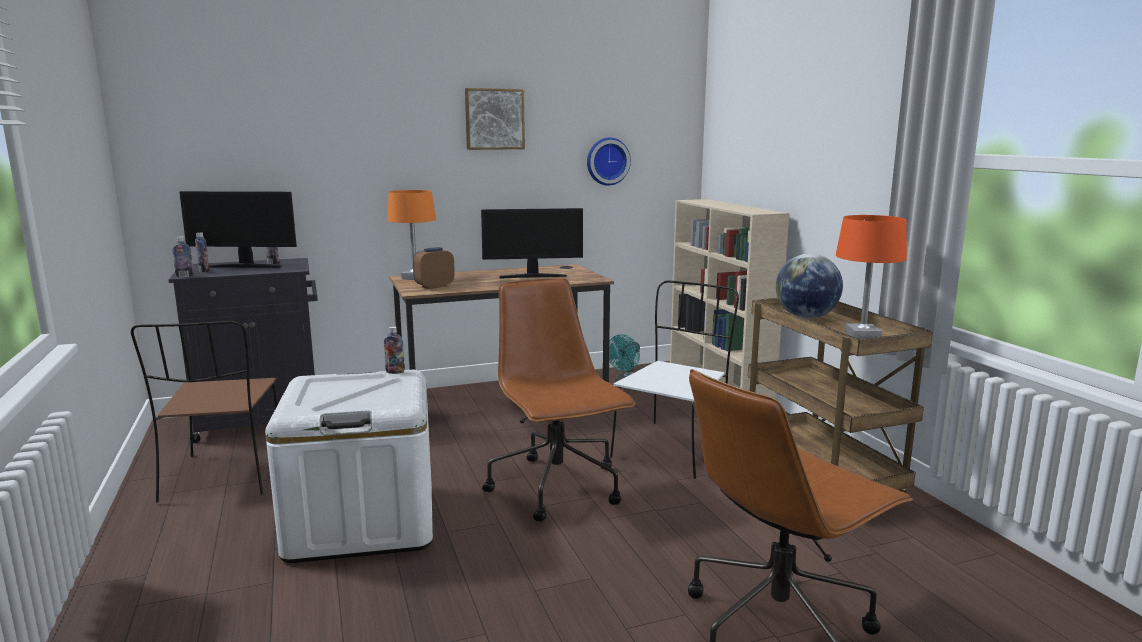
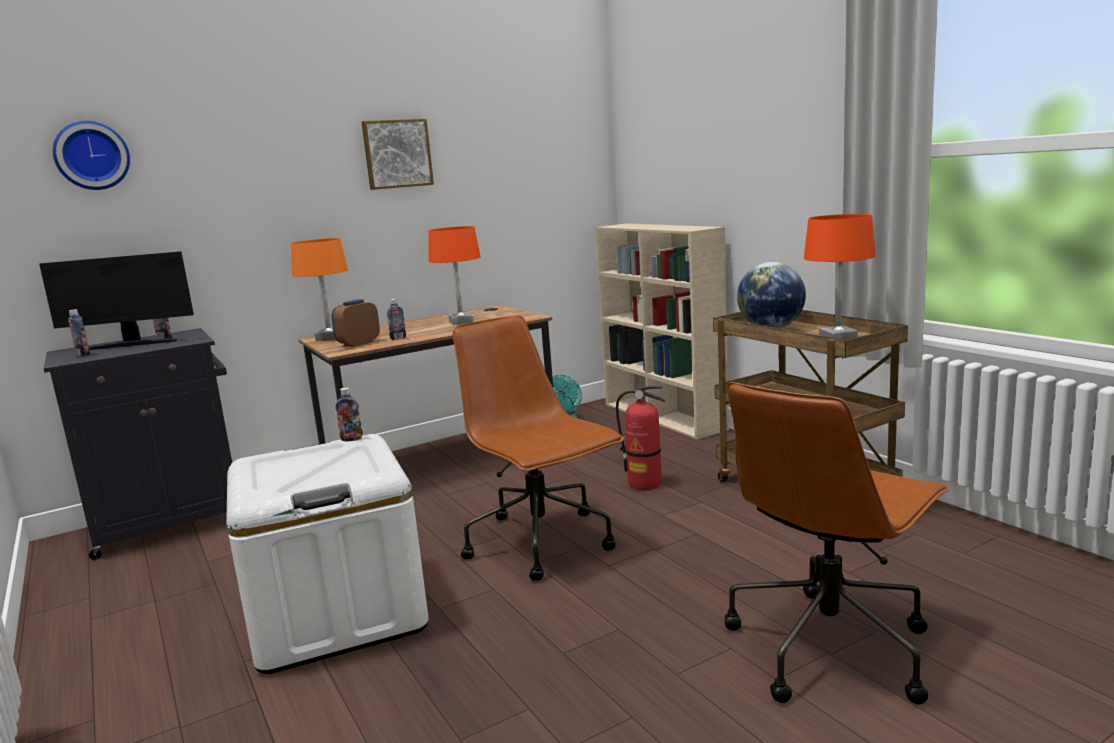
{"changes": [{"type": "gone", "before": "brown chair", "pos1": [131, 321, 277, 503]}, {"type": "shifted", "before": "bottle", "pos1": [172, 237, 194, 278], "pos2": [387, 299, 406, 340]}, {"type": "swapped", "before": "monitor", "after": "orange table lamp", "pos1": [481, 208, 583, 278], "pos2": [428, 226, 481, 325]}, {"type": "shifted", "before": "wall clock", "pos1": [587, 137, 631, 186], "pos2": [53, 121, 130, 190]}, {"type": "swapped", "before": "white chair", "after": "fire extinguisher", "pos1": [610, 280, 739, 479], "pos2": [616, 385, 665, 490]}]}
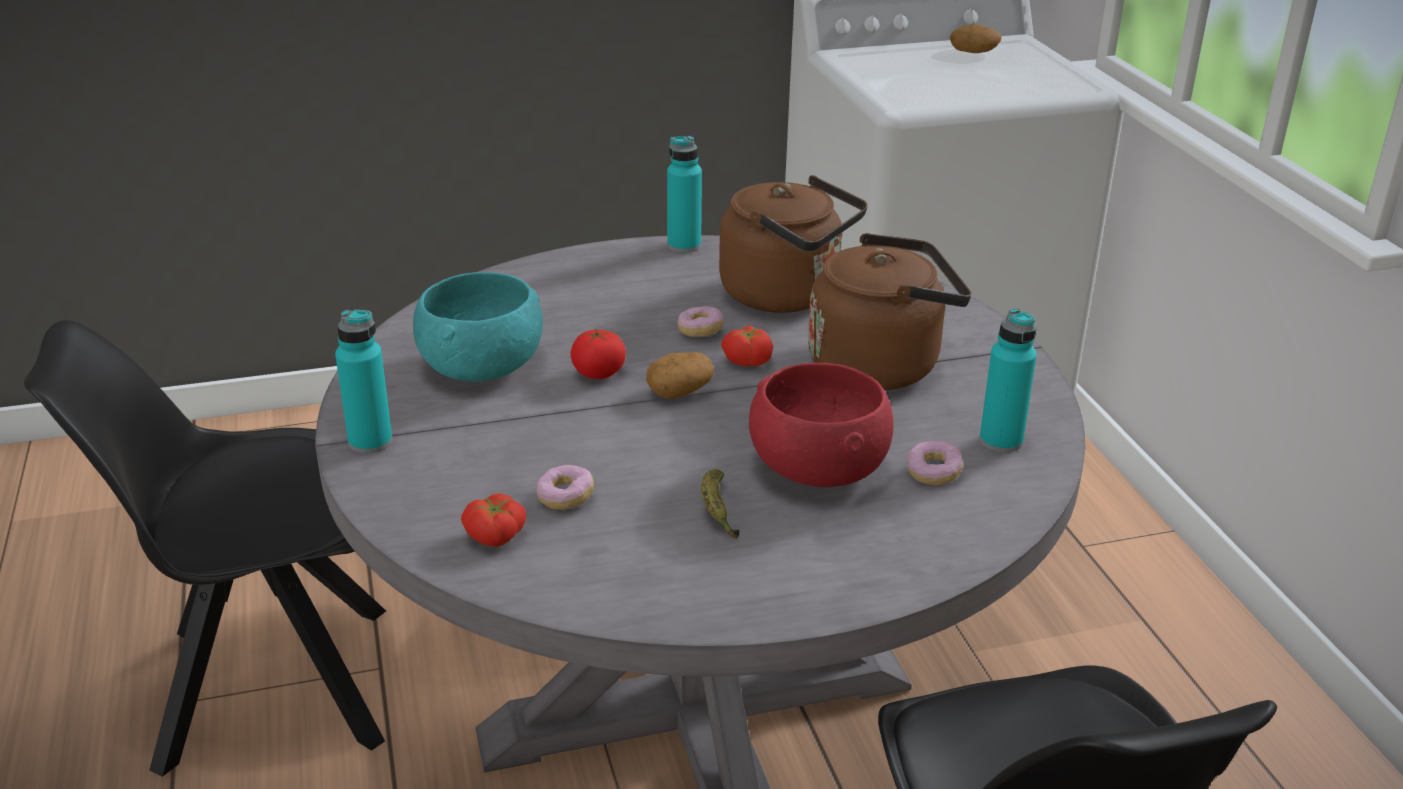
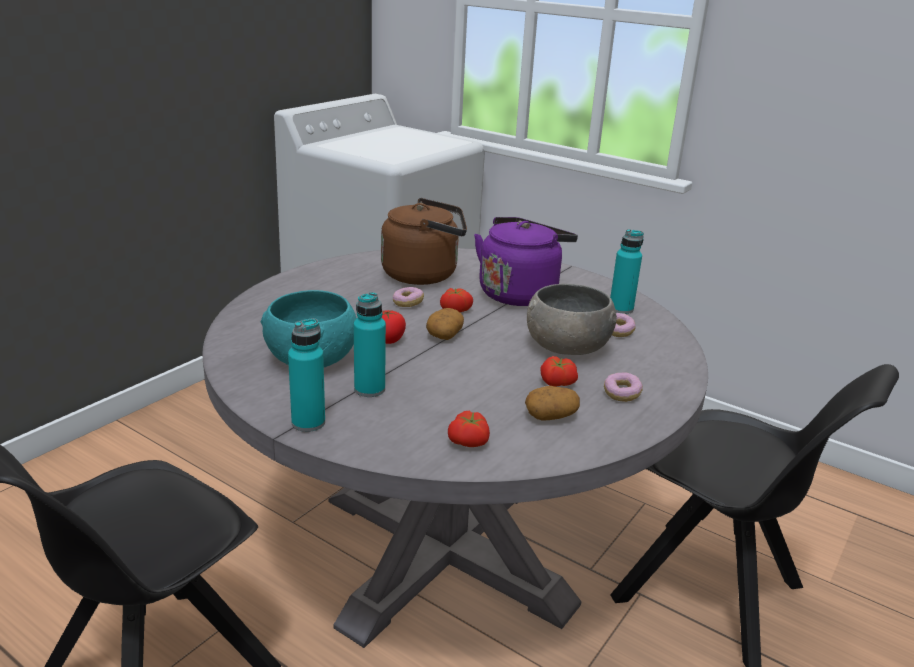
{"changes": [{"type": "shifted", "before": "donut", "pos1": [536, 465, 594, 510], "pos2": [604, 372, 643, 402]}, {"type": "shifted", "before": "turquoise bottle", "pos1": [667, 136, 702, 253], "pos2": [354, 292, 386, 397]}, {"type": "swapped", "before": "banana", "after": "tomato", "pos1": [701, 469, 739, 539], "pos2": [540, 356, 578, 387]}, {"type": "repainted", "before": "red bowl", "after": "grey bowl", "pos1": [749, 363, 894, 487], "pos2": [527, 284, 617, 355]}, {"type": "repainted", "before": "brown kettle", "after": "purple kettle", "pos1": [808, 233, 971, 390], "pos2": [474, 217, 578, 306]}, {"type": "shifted", "before": "potato", "pos1": [950, 25, 1002, 53], "pos2": [525, 386, 580, 420]}]}
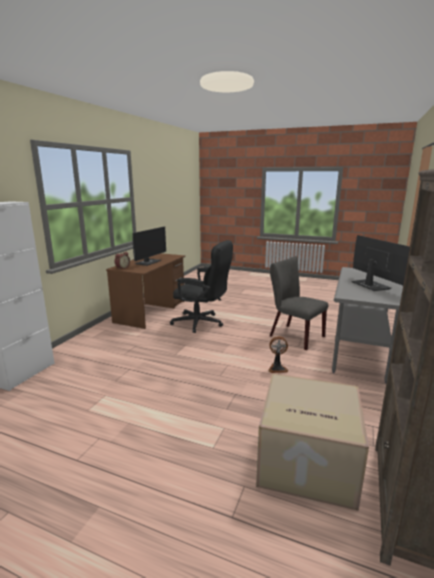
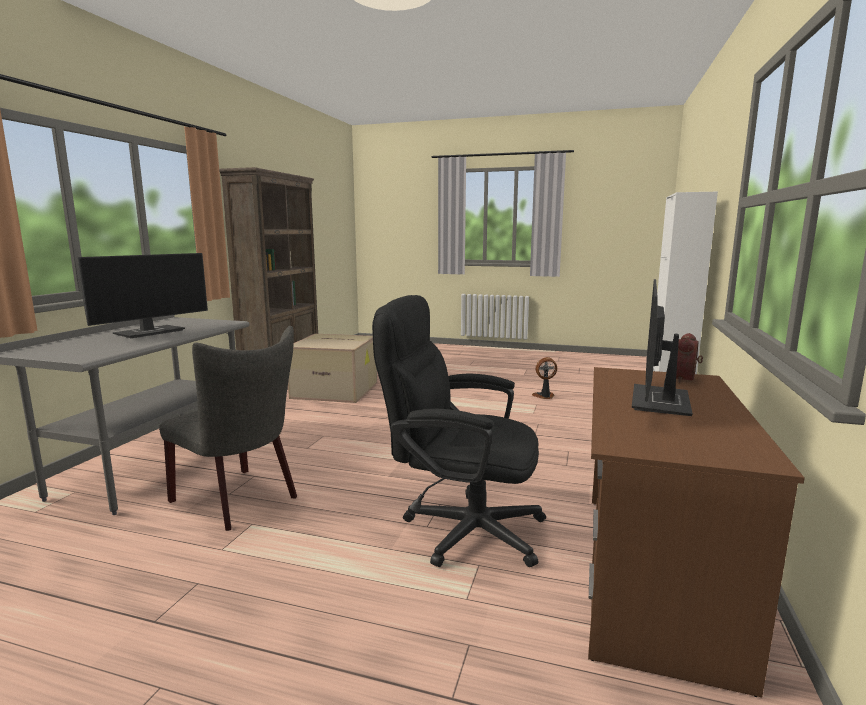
{"changes": [{"type": "shifted", "before": "fan", "pos1": [269, 336, 288, 373], "pos2": [532, 357, 557, 399]}, {"type": "rotated", "before": "monitor", "pos1": [351, 235, 410, 291], "pos2": [78, 253, 208, 338], "turn": -120}]}
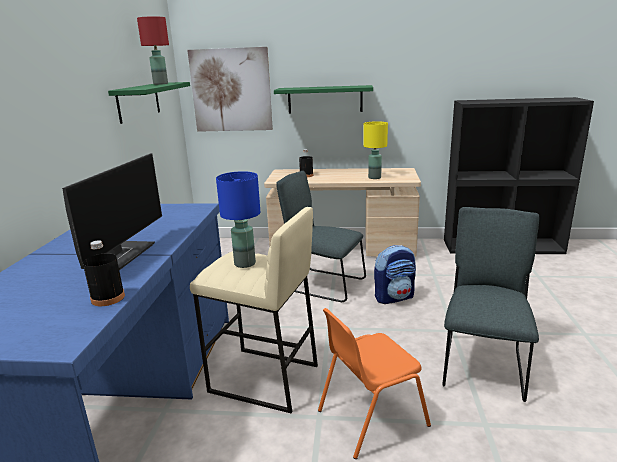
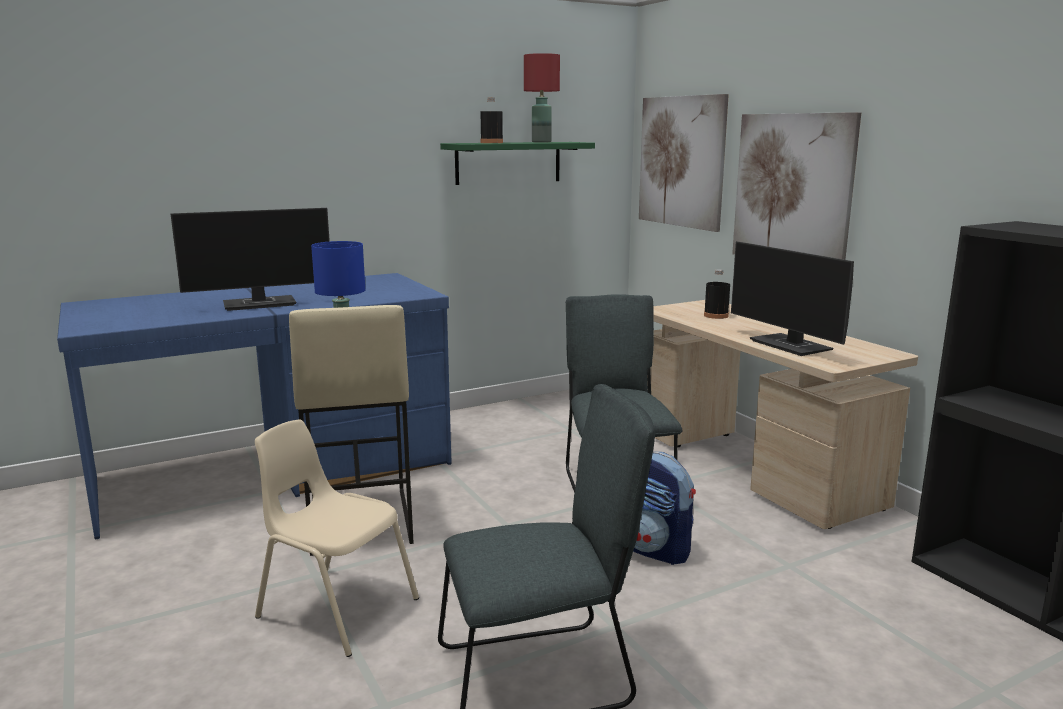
{"changes": [{"type": "shifted", "before": "black bottle", "pos1": [83, 240, 125, 306], "pos2": [480, 97, 503, 143]}, {"type": "swapped", "before": "green shelf", "after": "picture", "pos1": [274, 85, 373, 114], "pos2": [732, 112, 861, 260]}, {"type": "repainted", "before": "orange chair", "after": "beige chair", "pos1": [318, 308, 431, 459], "pos2": [255, 419, 419, 657]}, {"type": "swapped", "before": "yellow table lamp", "after": "monitor", "pos1": [363, 121, 388, 179], "pos2": [731, 241, 854, 356]}]}
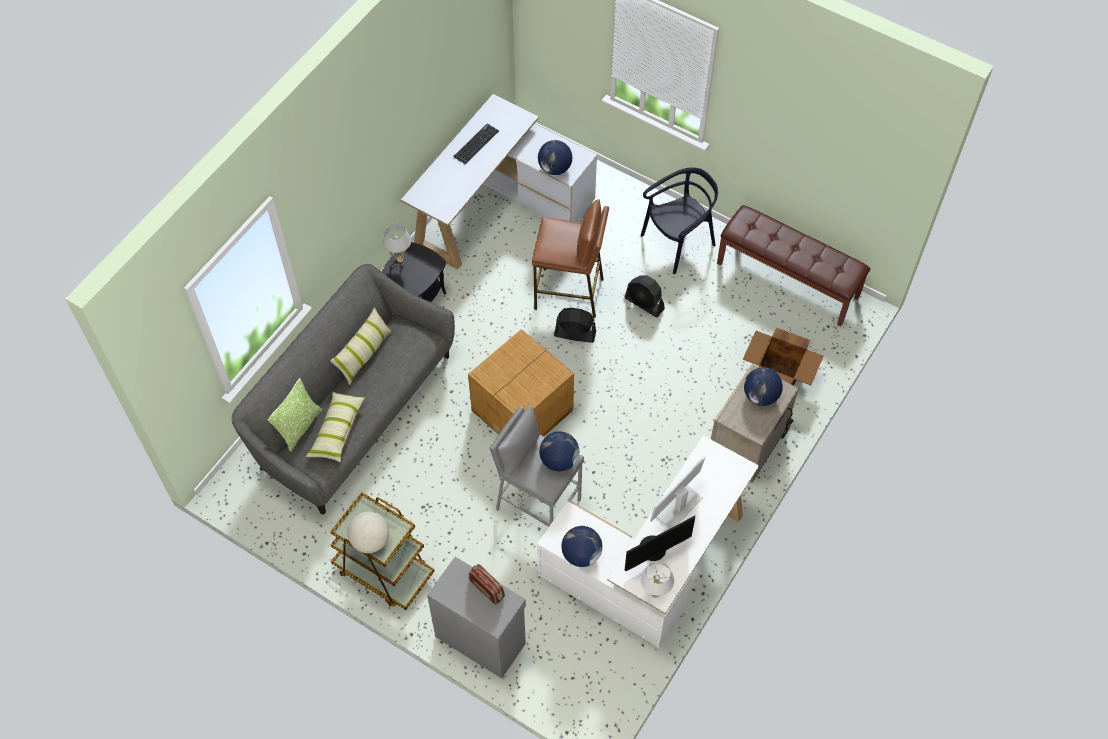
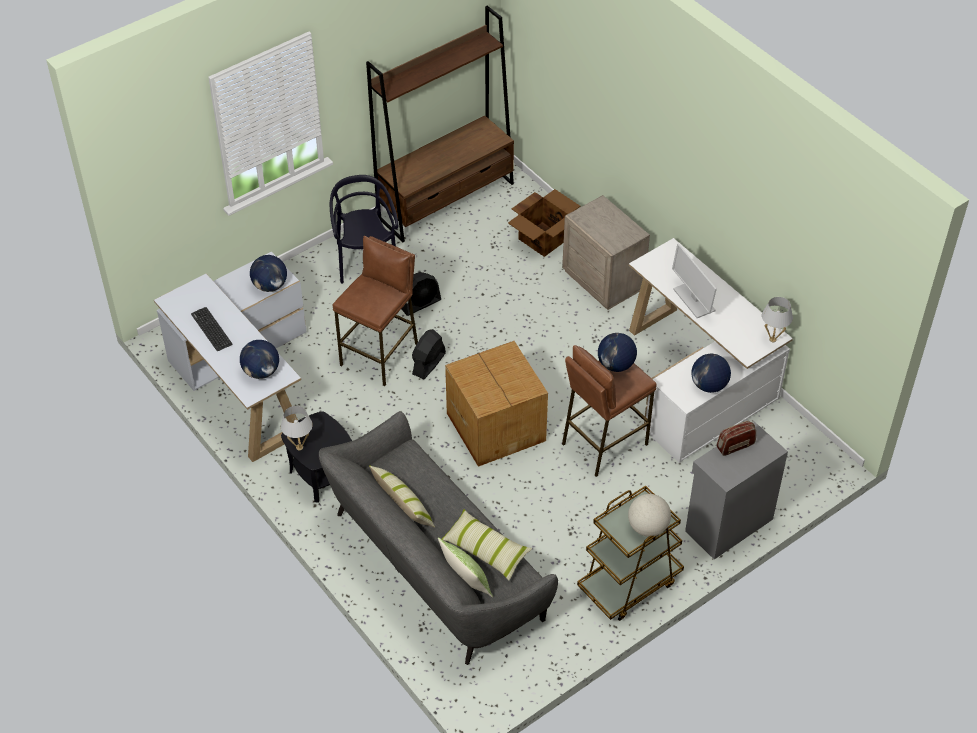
{"changes": [{"type": "repainted", "before": "grey stool", "after": "brown stool", "pos1": [490, 405, 584, 527], "pos2": [562, 345, 656, 477]}, {"type": "gone", "before": "monitor", "pos1": [625, 516, 695, 571]}, {"type": "swapped", "before": "brown bench", "after": "brown bookcase", "pos1": [717, 205, 870, 326], "pos2": [366, 6, 514, 242]}, {"type": "shifted", "before": "globe", "pos1": [744, 367, 783, 406], "pos2": [240, 340, 279, 379]}]}
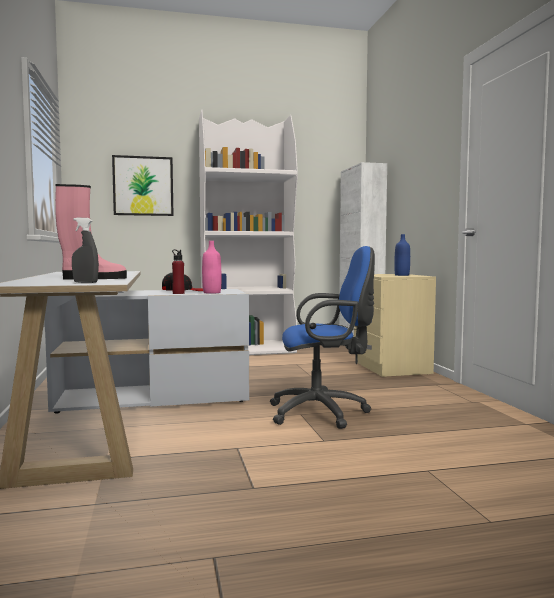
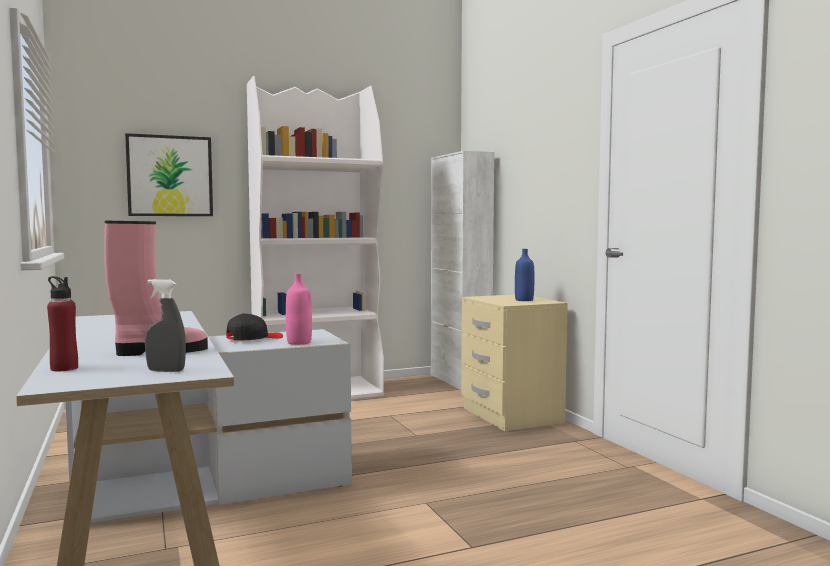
{"changes": [{"type": "shifted", "before": "red bottle", "pos1": [172, 250, 185, 294], "pos2": [47, 276, 78, 371]}, {"type": "gone", "before": "blue office chair", "pos1": [270, 246, 375, 429]}]}
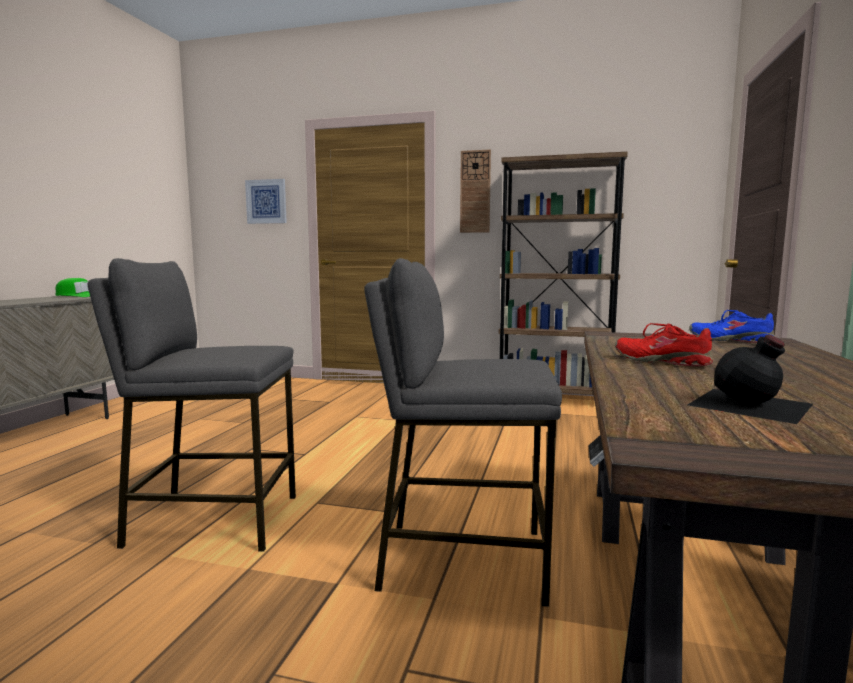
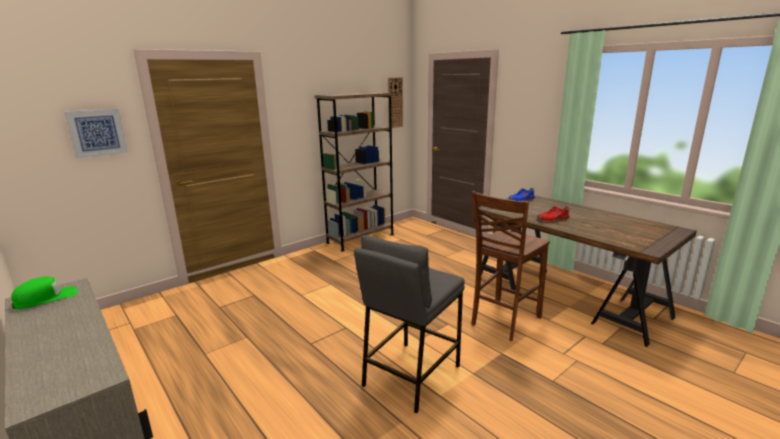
{"changes": [{"type": "swapped", "before": "grey stool", "after": "brown chair", "pos1": [364, 258, 562, 607], "pos2": [471, 191, 550, 341]}, {"type": "shifted", "before": "wall clock", "pos1": [460, 149, 491, 233], "pos2": [388, 77, 403, 128]}, {"type": "gone", "before": "black bottle", "pos1": [688, 334, 813, 424]}]}
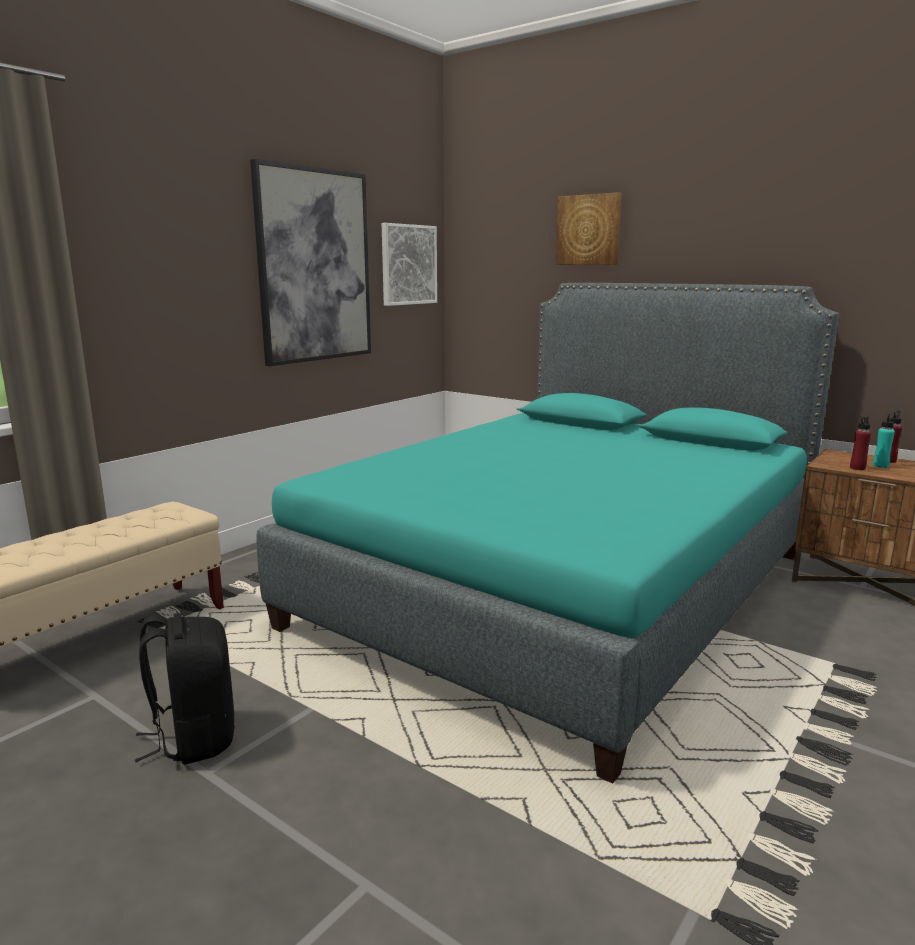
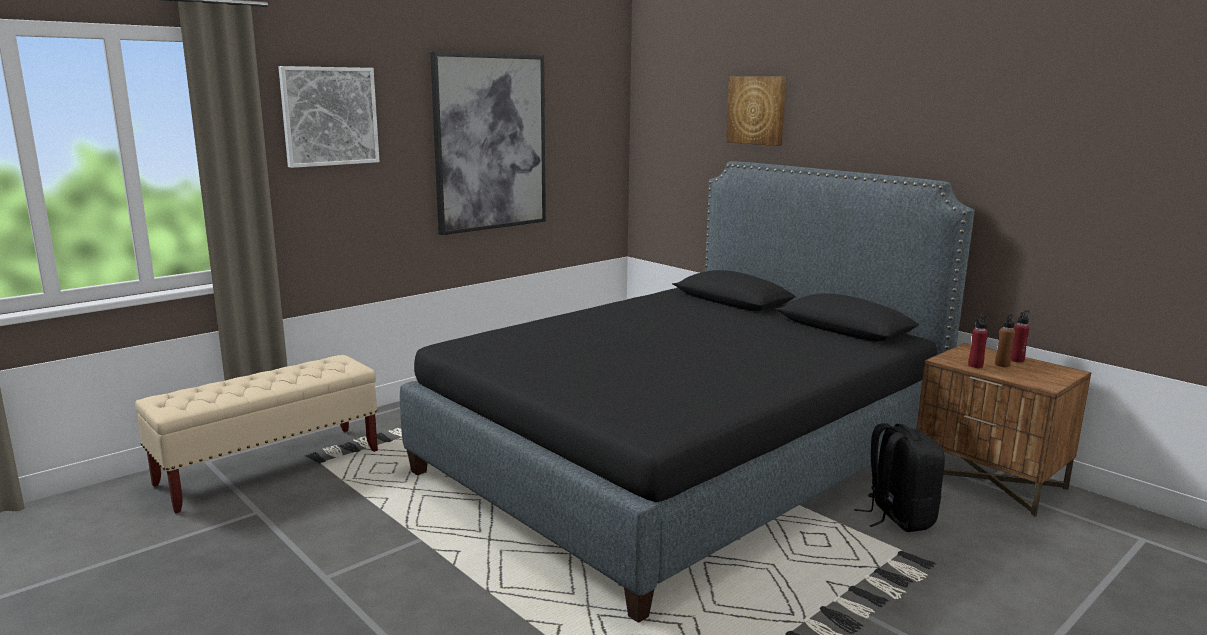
{"changes": [{"type": "shifted", "before": "black backpack", "pos1": [135, 613, 235, 765], "pos2": [854, 423, 945, 532]}, {"type": "repainted", "before": "turquoise bed", "after": "black bed", "pos1": [257, 283, 839, 784], "pos2": [400, 161, 975, 623]}, {"type": "shifted", "before": "picture", "pos1": [382, 223, 437, 306], "pos2": [278, 66, 380, 168]}, {"type": "repainted", "before": "turquoise bottle", "after": "brown bottle", "pos1": [873, 414, 895, 468], "pos2": [995, 314, 1015, 367]}]}
